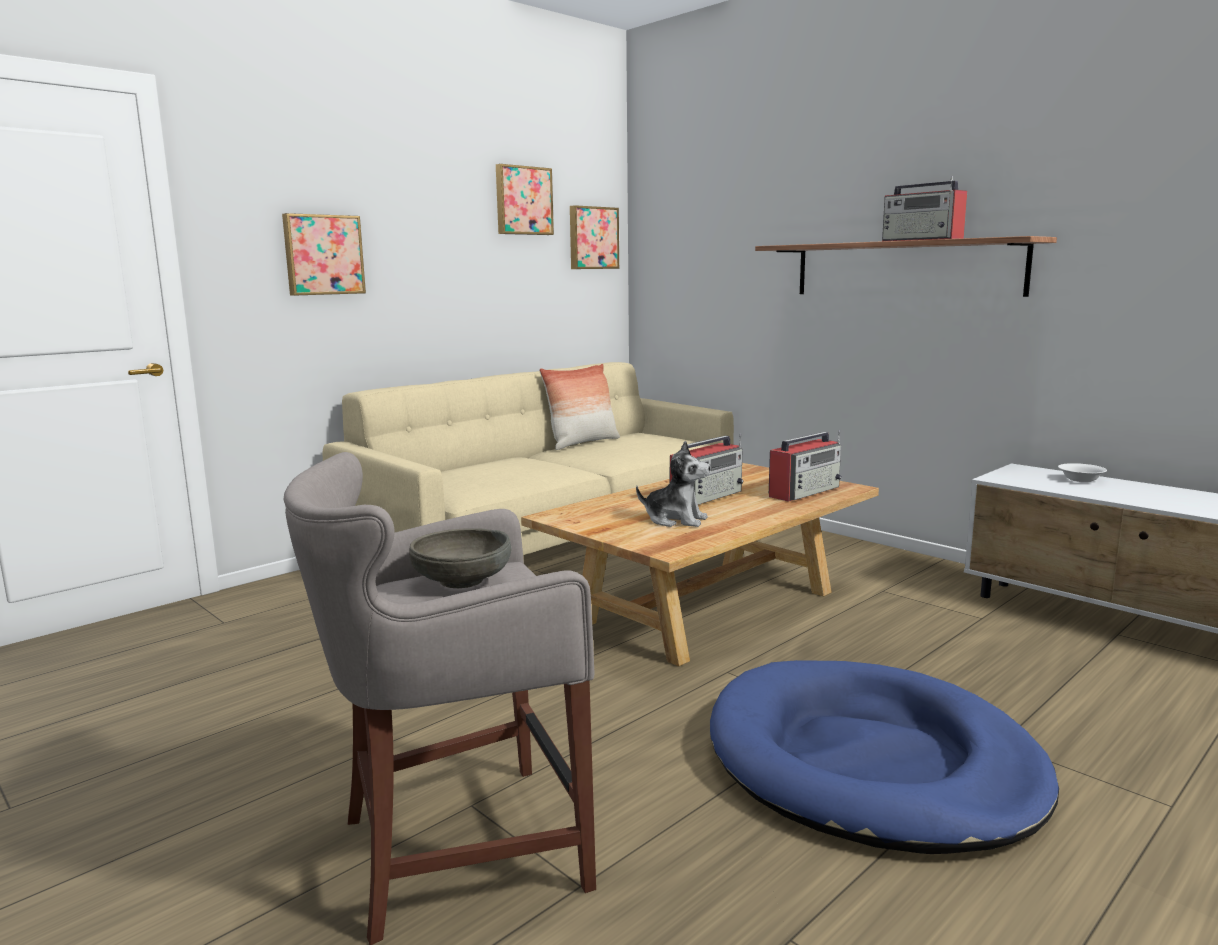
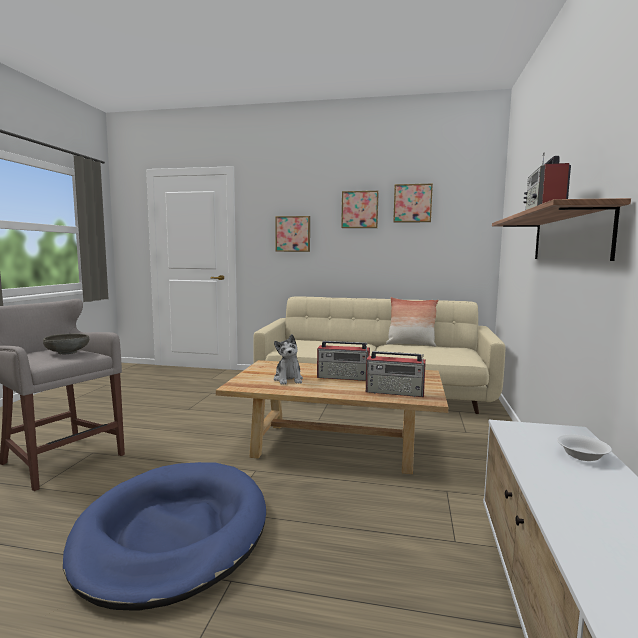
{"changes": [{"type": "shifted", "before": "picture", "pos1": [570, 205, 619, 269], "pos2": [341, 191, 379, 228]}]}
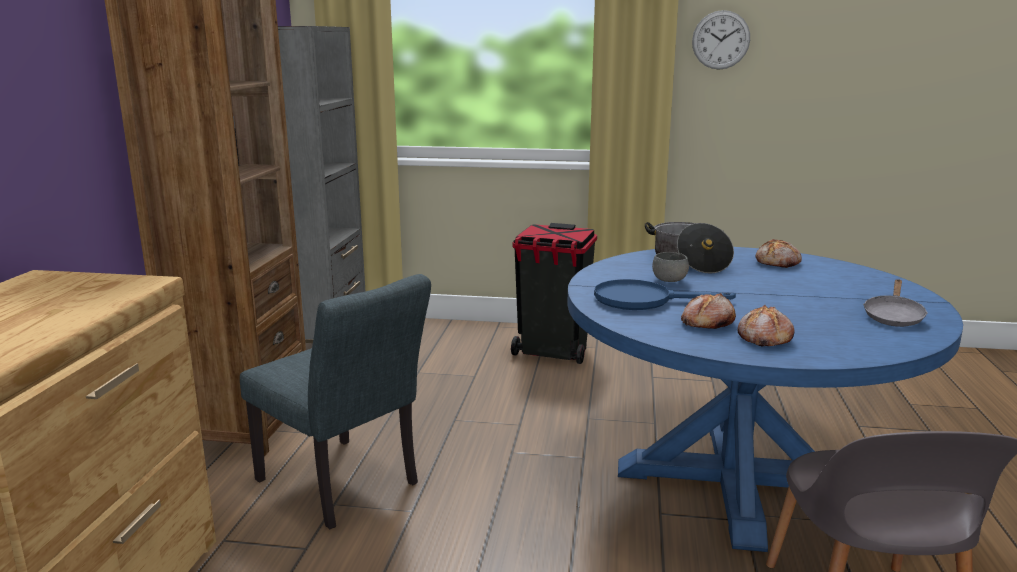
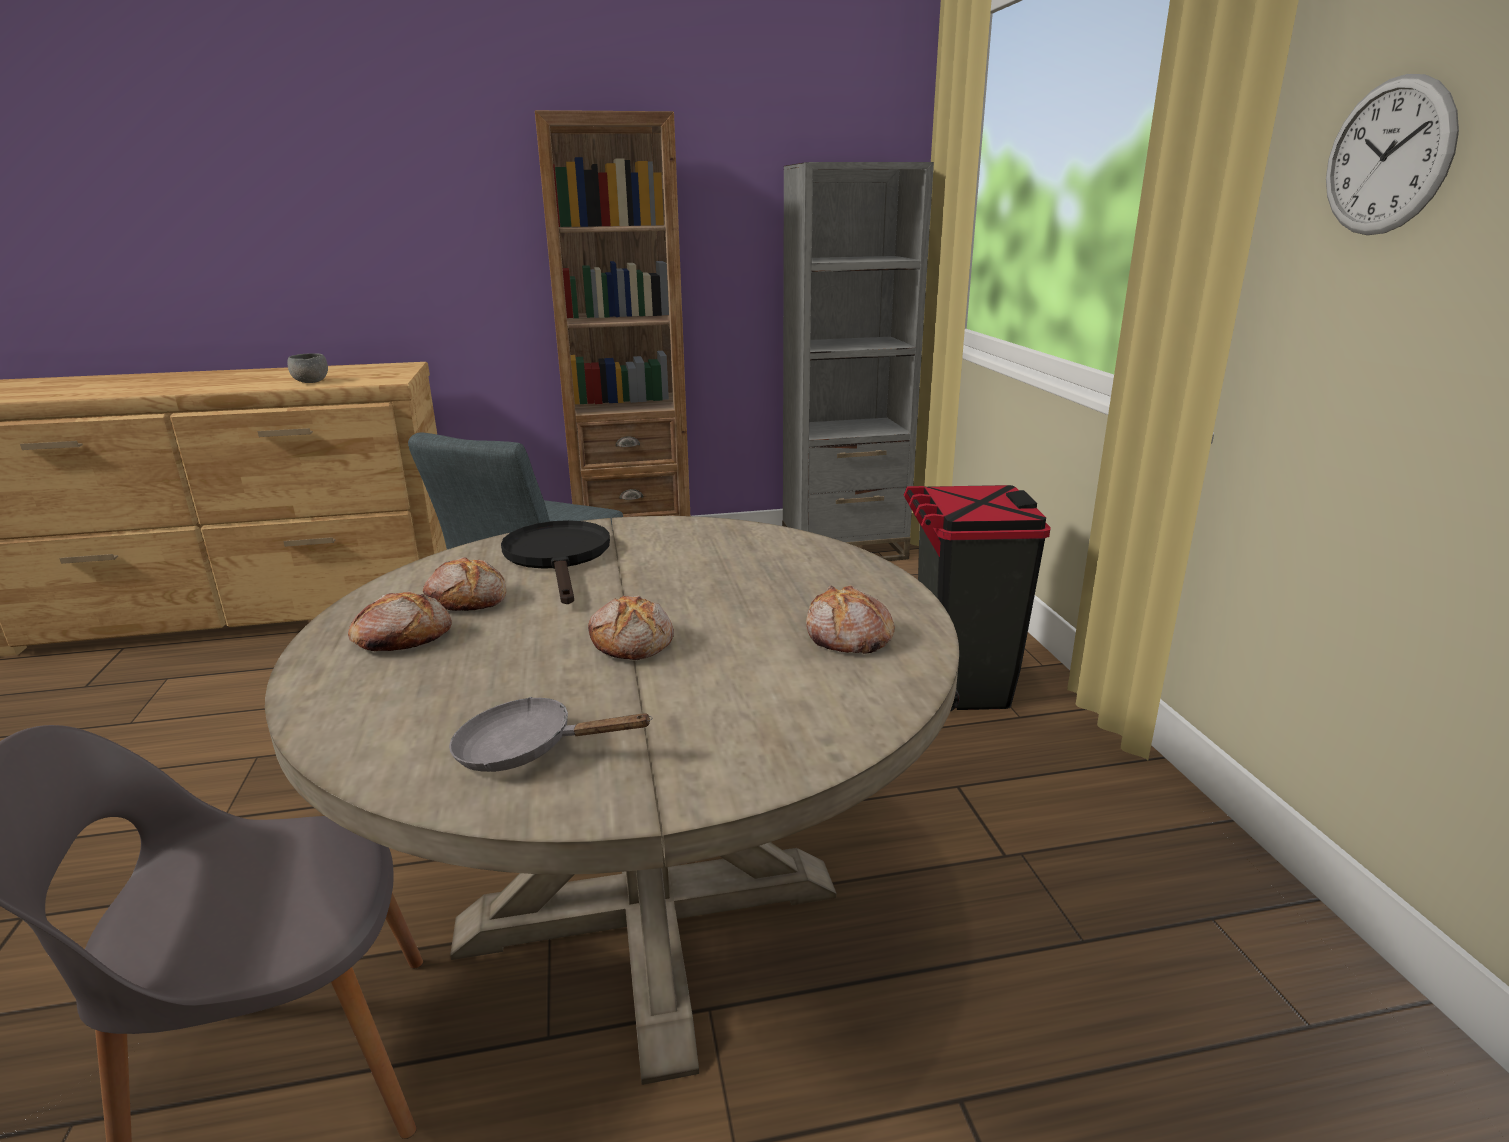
{"changes": [{"type": "repainted", "before": "blue dining table", "after": "beige dining table", "pos1": [568, 247, 963, 552], "pos2": [265, 516, 959, 1085]}, {"type": "repainted", "before": "blue frying pan", "after": "black frying pan", "pos1": [594, 279, 736, 310], "pos2": [501, 520, 610, 604]}, {"type": "gone", "before": "cooking pot", "pos1": [645, 222, 734, 274]}, {"type": "shifted", "before": "grey bowl", "pos1": [652, 252, 689, 282], "pos2": [287, 353, 328, 383]}, {"type": "new", "after": "bread", "pos2": [588, 596, 674, 660]}]}
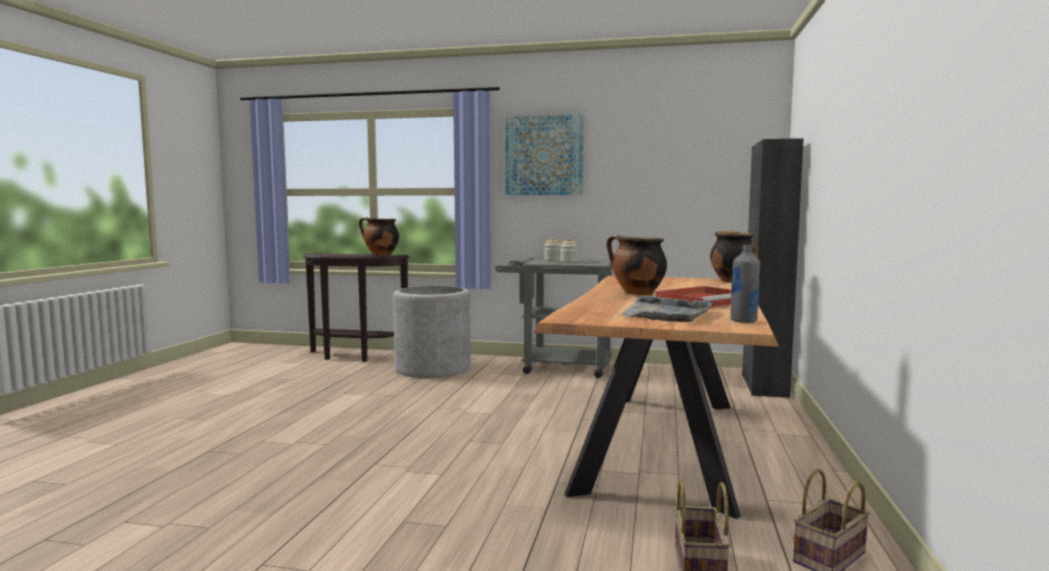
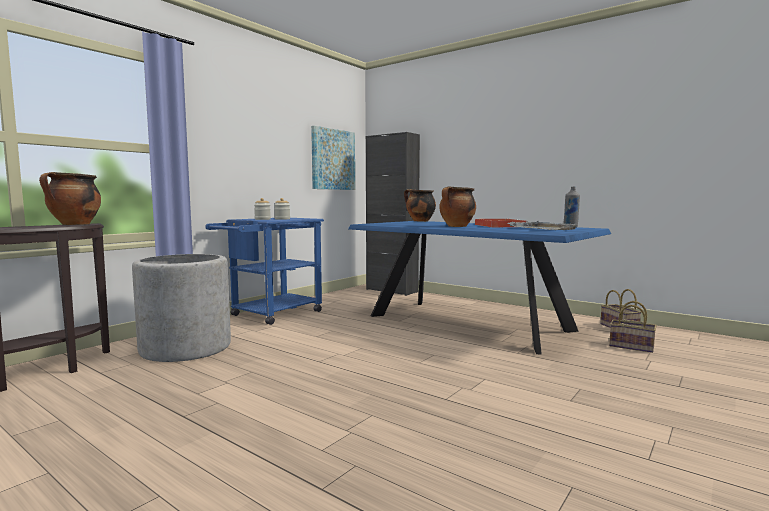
{"changes": [{"type": "repainted", "before": "grey cart", "after": "blue cart", "pos1": [495, 258, 613, 378], "pos2": [205, 218, 324, 325]}, {"type": "shifted", "before": "picture", "pos1": [505, 114, 583, 195], "pos2": [311, 126, 355, 190]}, {"type": "repainted", "before": "brown dining table", "after": "blue dining table", "pos1": [533, 276, 779, 519], "pos2": [348, 221, 611, 355]}]}
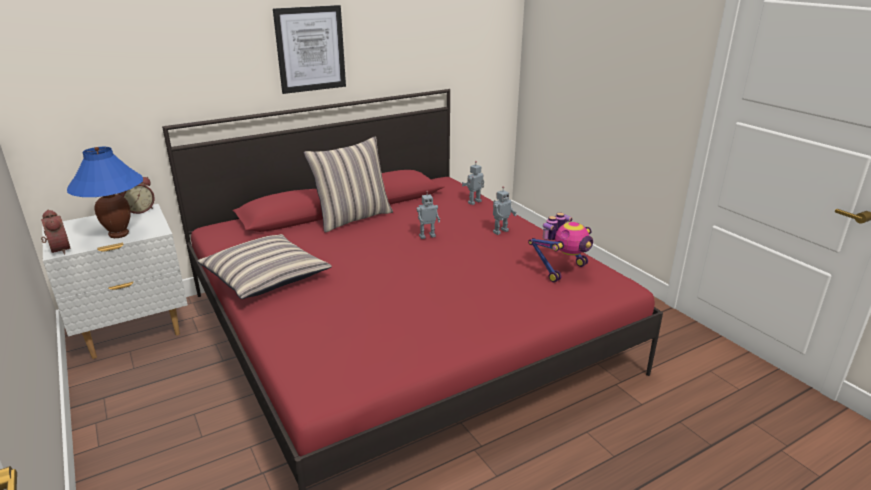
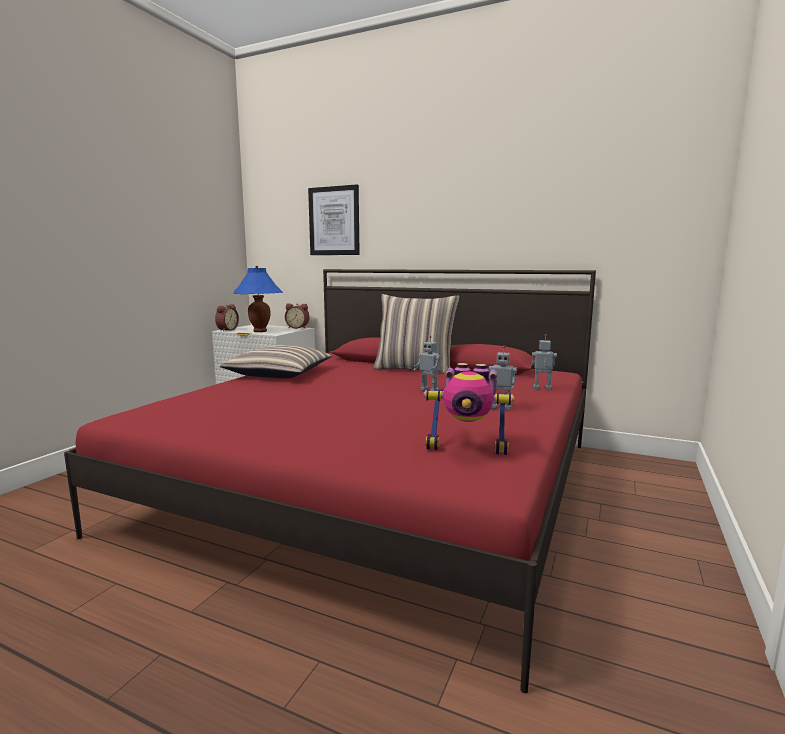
{"changes": [{"type": "shifted", "before": "picture", "pos1": [273, 5, 346, 94], "pos2": [308, 185, 360, 255]}]}
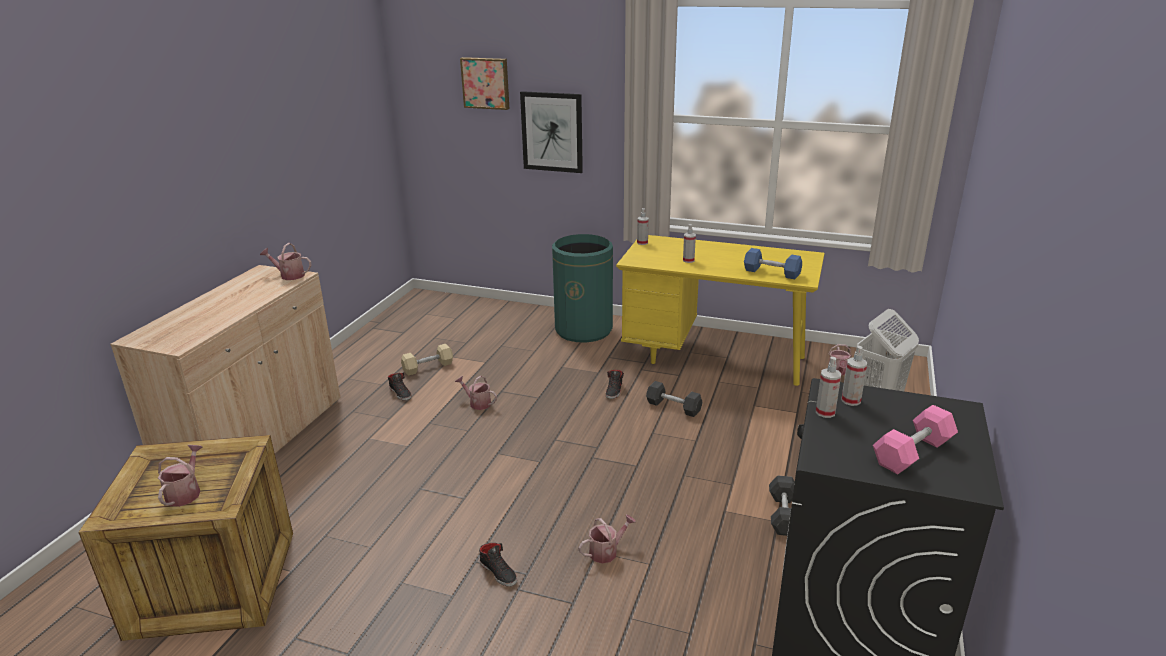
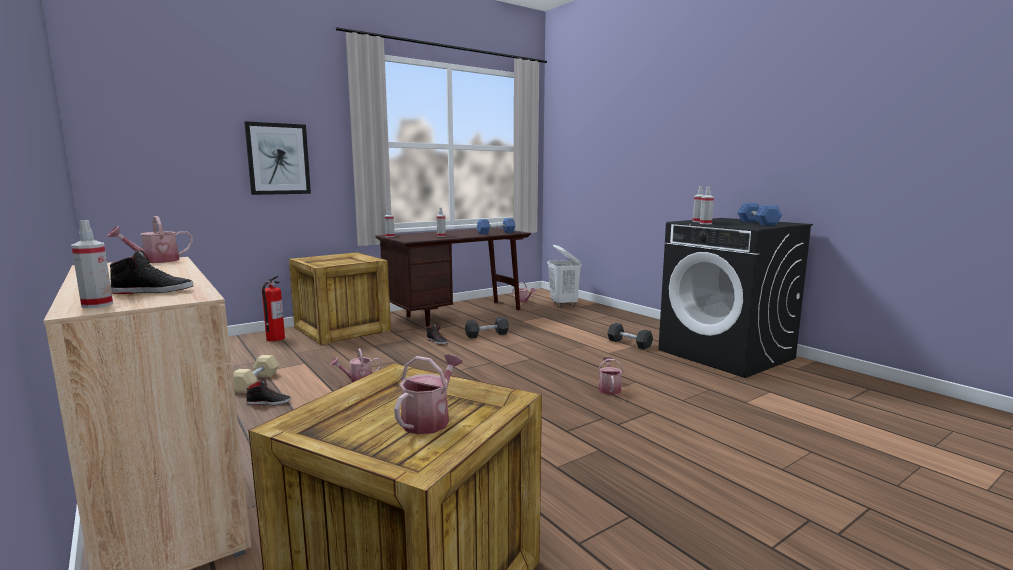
{"changes": [{"type": "rotated", "before": "watering can", "pos1": [158, 445, 202, 507], "pos2": [394, 354, 462, 435], "turn": 75}, {"type": "gone", "before": "picture", "pos1": [460, 57, 510, 110]}, {"type": "shifted", "before": "black shoe", "pos1": [479, 543, 517, 586], "pos2": [110, 250, 194, 294]}, {"type": "swapped", "before": "green trash can", "after": "crate", "pos1": [552, 234, 613, 342], "pos2": [289, 252, 391, 345]}, {"type": "repainted", "before": "yellow desk", "after": "brown desk", "pos1": [616, 235, 824, 386], "pos2": [375, 228, 531, 327]}, {"type": "repainted", "before": "pink dumbbell", "after": "blue dumbbell", "pos1": [873, 405, 958, 474], "pos2": [737, 203, 782, 226]}, {"type": "new", "after": "spray bottle", "pos2": [71, 220, 113, 308]}, {"type": "new", "after": "fire extinguisher", "pos2": [262, 276, 285, 341]}]}
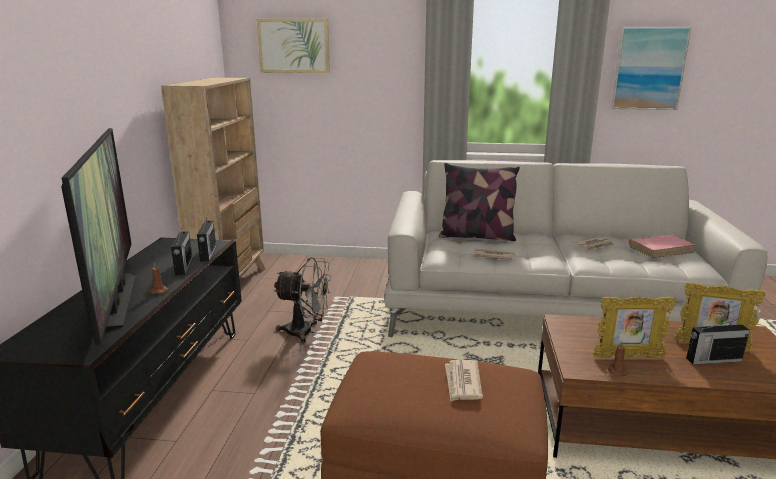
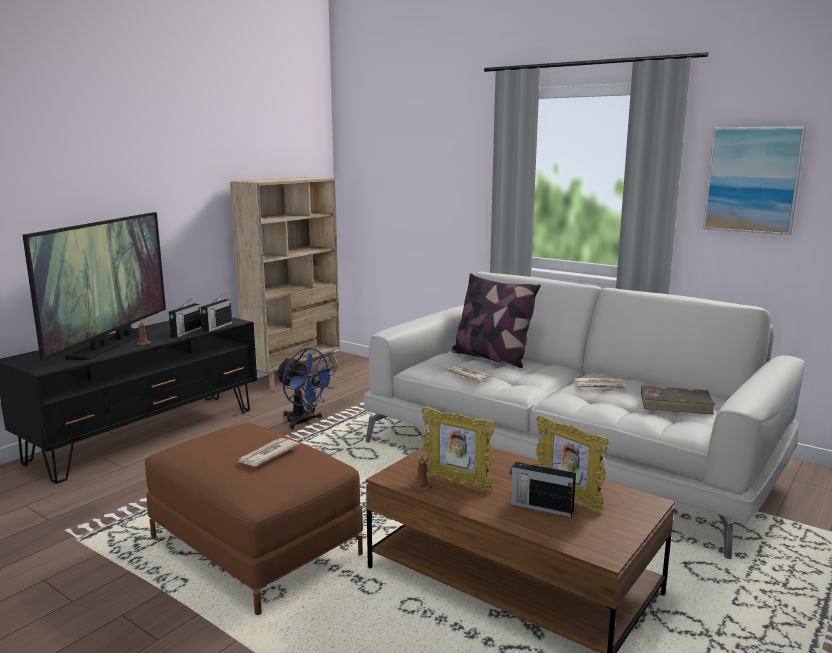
{"changes": [{"type": "gone", "before": "picture", "pos1": [257, 19, 330, 73]}, {"type": "repainted", "before": "grey fan", "after": "blue fan", "pos1": [273, 257, 332, 343], "pos2": [275, 348, 336, 429]}, {"type": "repainted", "before": "pink book", "after": "brown book", "pos1": [628, 235, 695, 258], "pos2": [641, 385, 715, 414]}]}
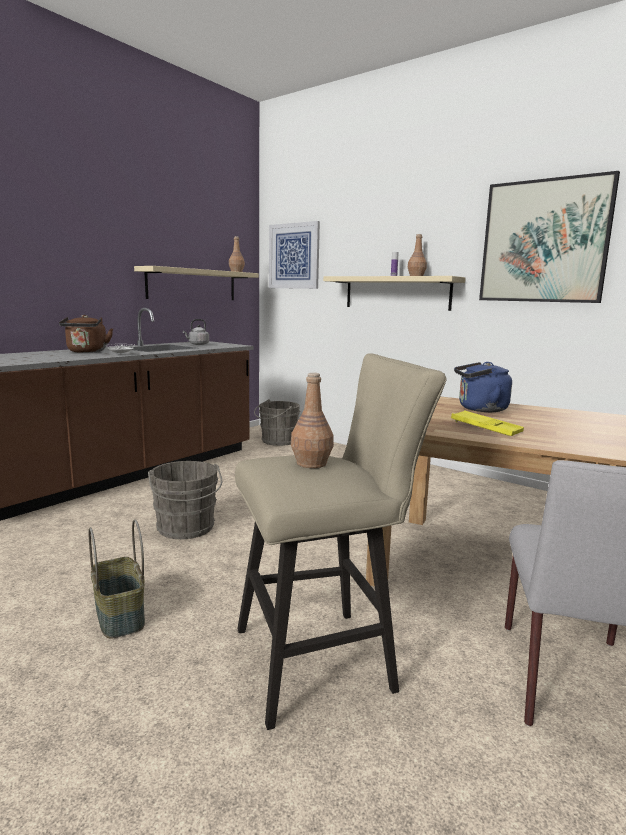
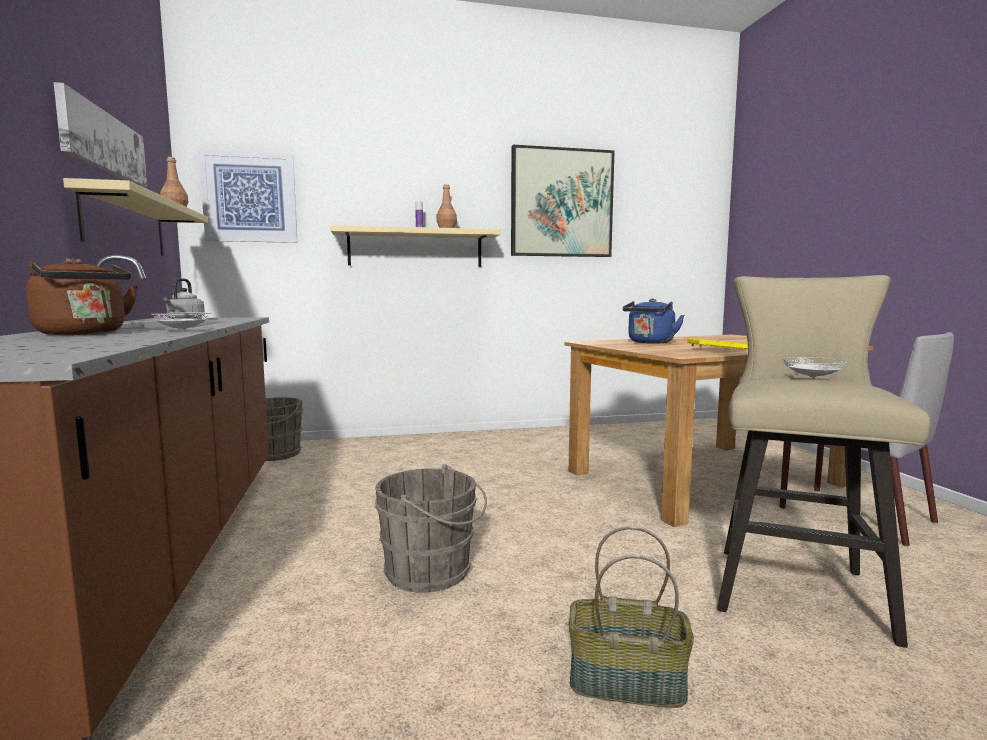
{"changes": [{"type": "swapped", "before": "brown bottle", "after": "white plate", "pos1": [291, 373, 334, 468], "pos2": [783, 357, 847, 379]}, {"type": "new", "after": "picture", "pos2": [54, 82, 147, 187]}]}
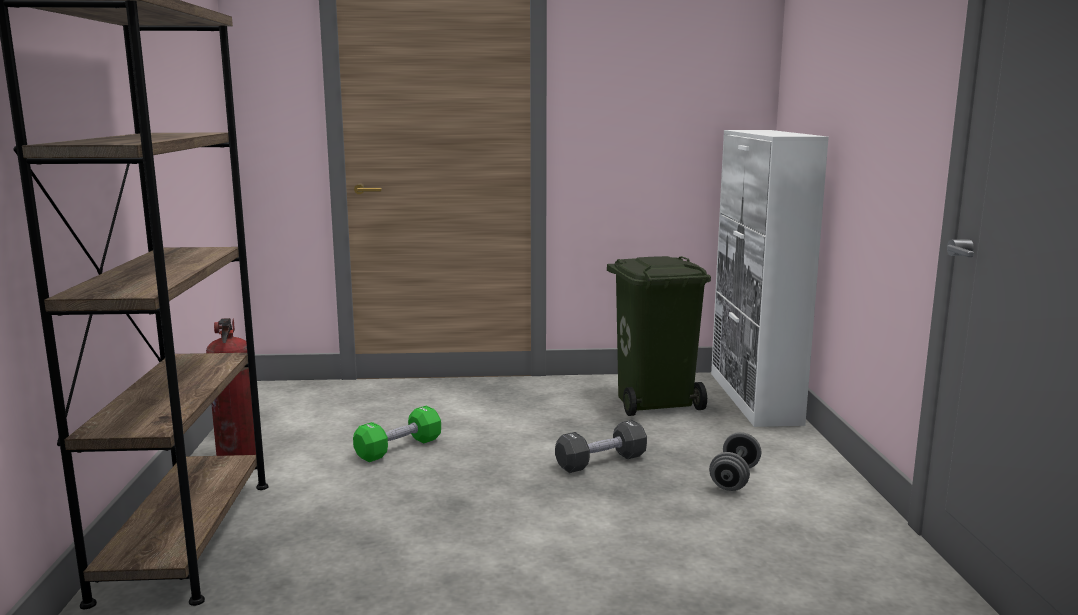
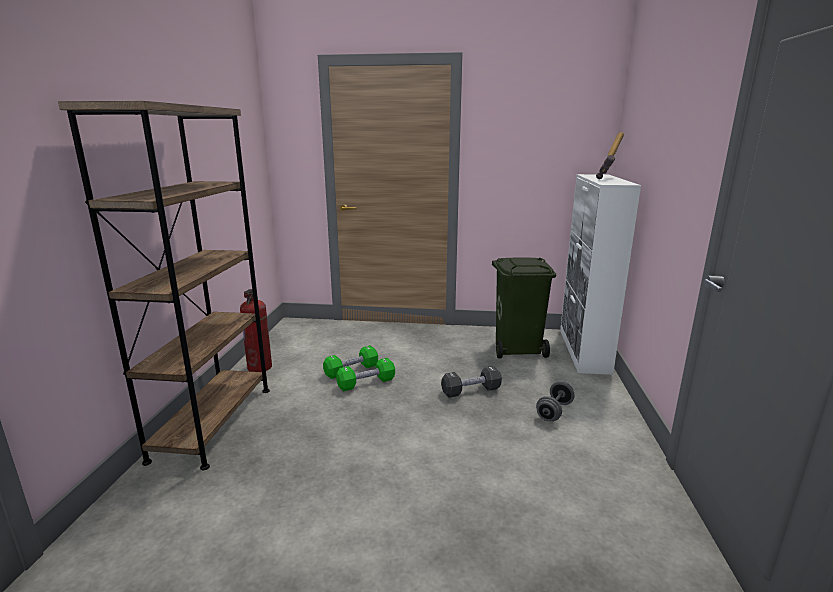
{"changes": [{"type": "new", "after": "green dumbbell", "pos2": [336, 358, 395, 391]}, {"type": "new", "after": "hammer", "pos2": [596, 132, 624, 179]}]}
